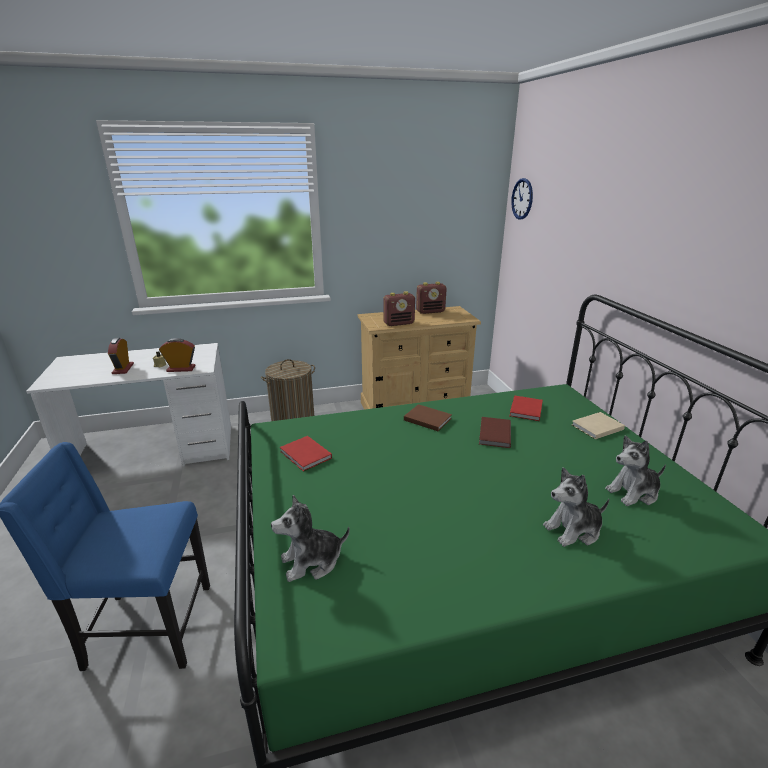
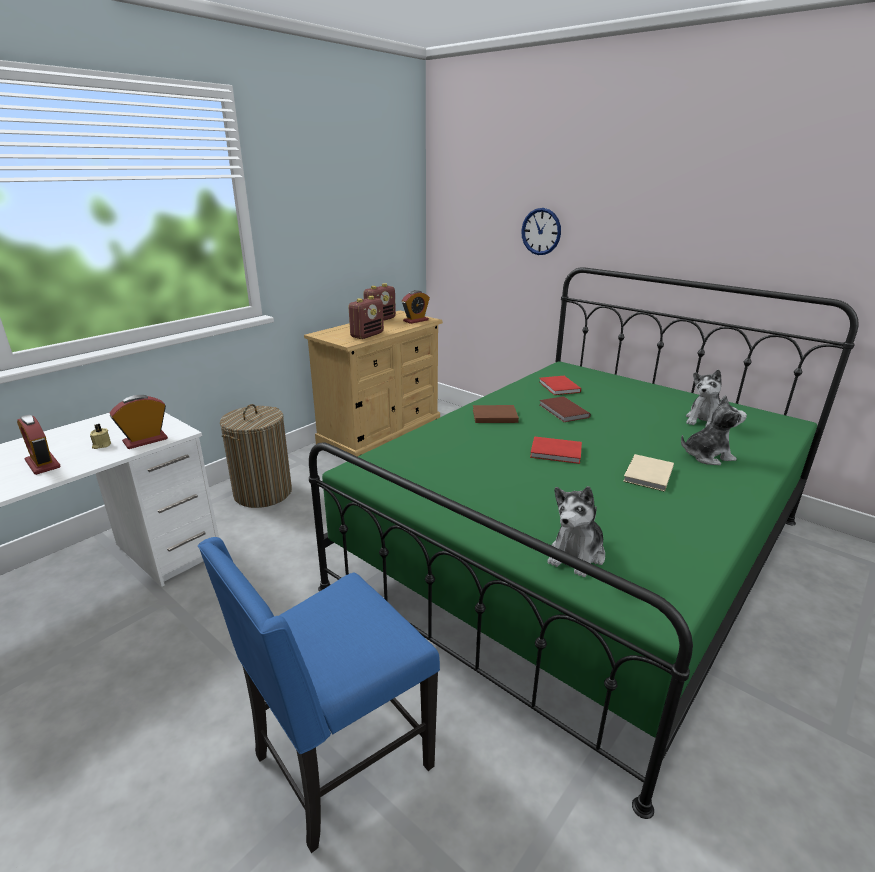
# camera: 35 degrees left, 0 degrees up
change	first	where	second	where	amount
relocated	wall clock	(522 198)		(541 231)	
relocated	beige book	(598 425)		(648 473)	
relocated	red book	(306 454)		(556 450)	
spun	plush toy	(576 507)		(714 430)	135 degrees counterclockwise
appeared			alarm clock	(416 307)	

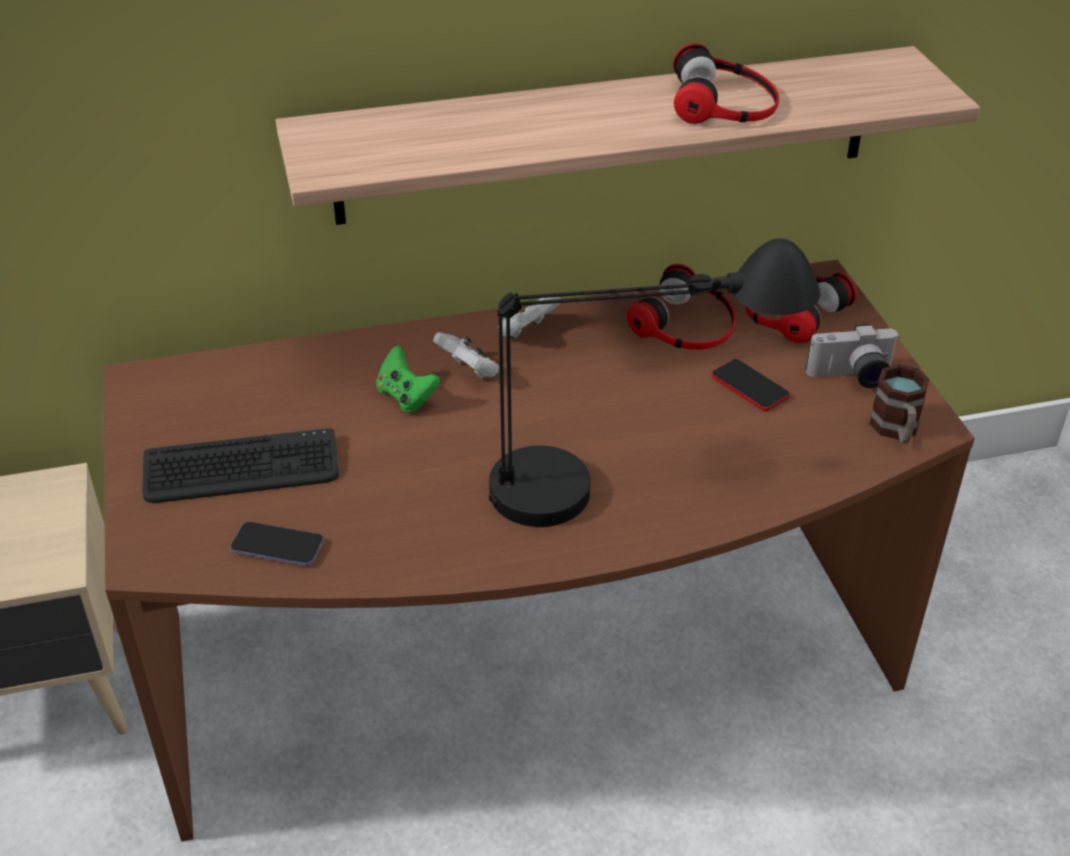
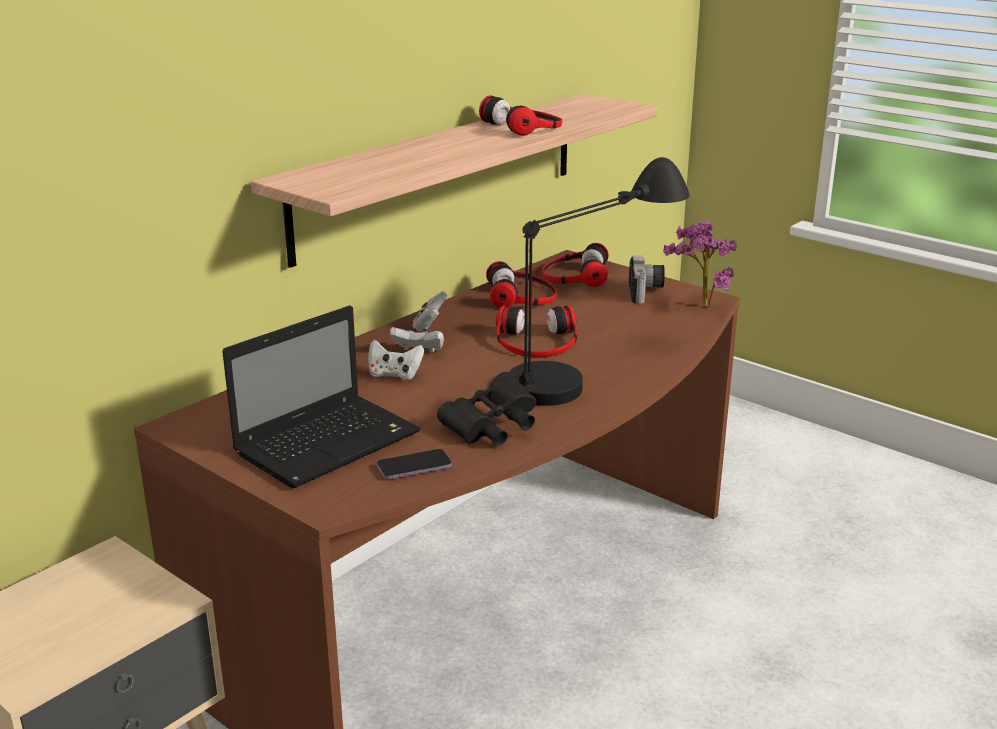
# camera: 35 degrees left, 15 degrees down
change	first	where	second	where	amount
spun	photo camera	(853 356)		(647 279)	45 degrees counterclockwise
colour	green game controller	(408 379)	white game controller	(396 360)	
missing	phone	(750 385)			
exchanged	mug	(899 404)	potted plant	(700 264)	
exchanged	keyboard	(240 465)	laptop	(321 396)	
appeared			headphones	(536 331)	
appeared			black binoculars	(486 409)	

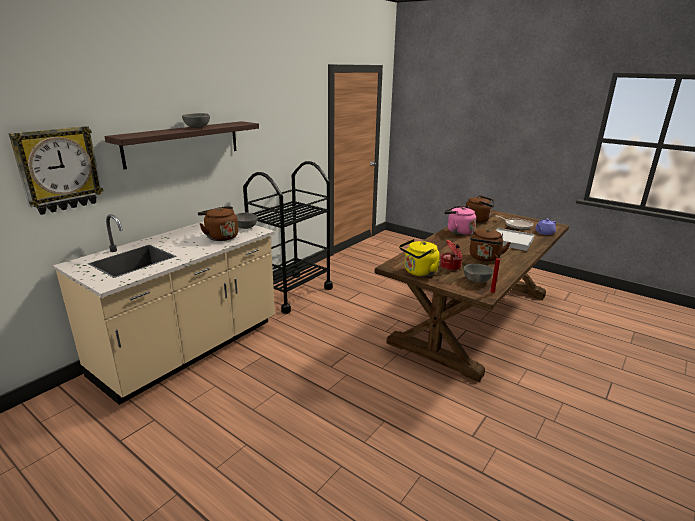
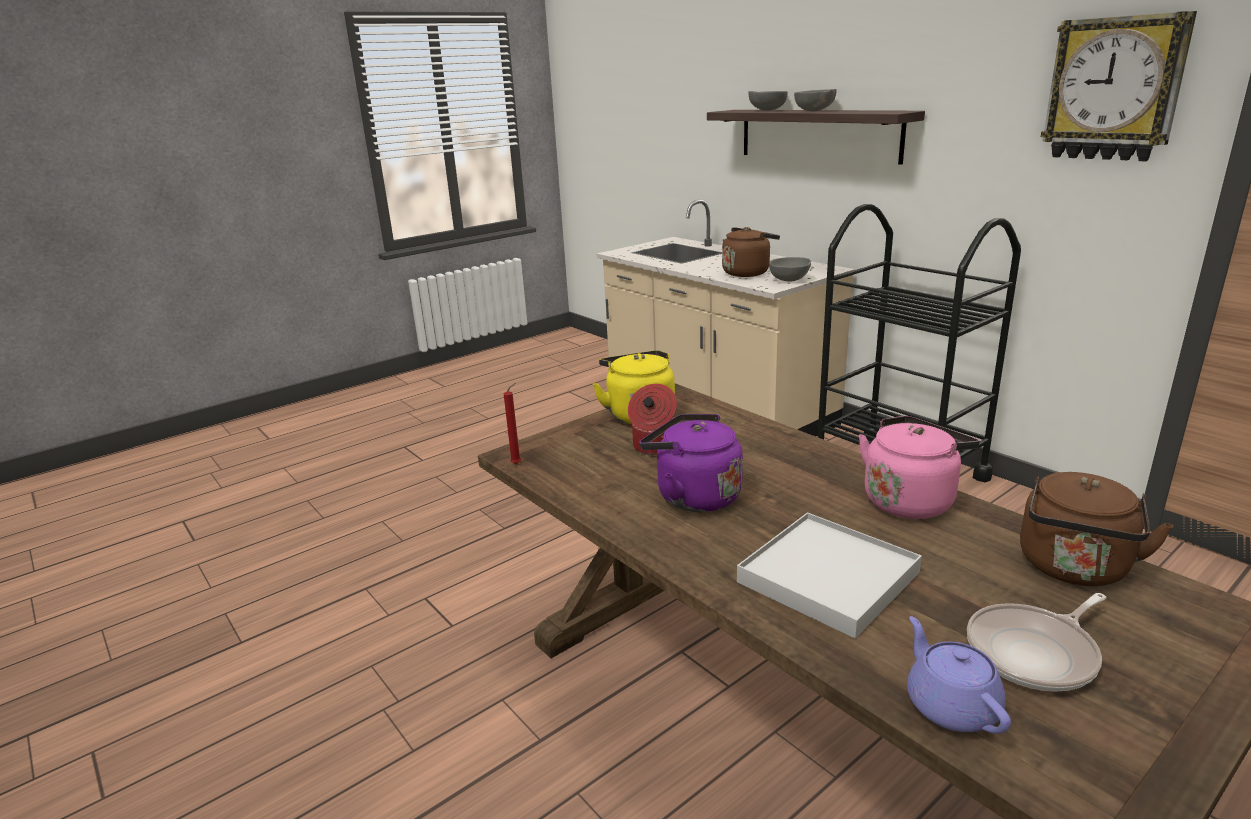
# camera: 105 degrees right, 0 degrees up
change	first	where	second	where	amount
relocated	wall clock	(56 170)		(1119 86)	
colour	brown kettle	(490 245)	purple kettle	(691 463)	
relocated	grey bowl	(478 273)		(768 101)	

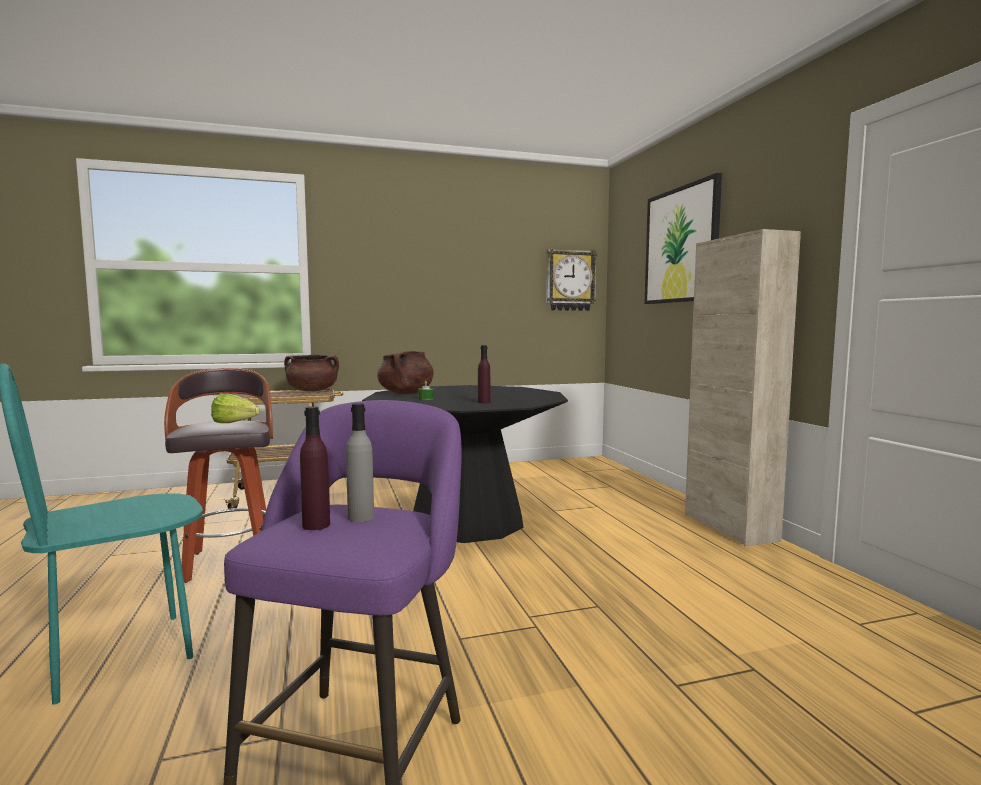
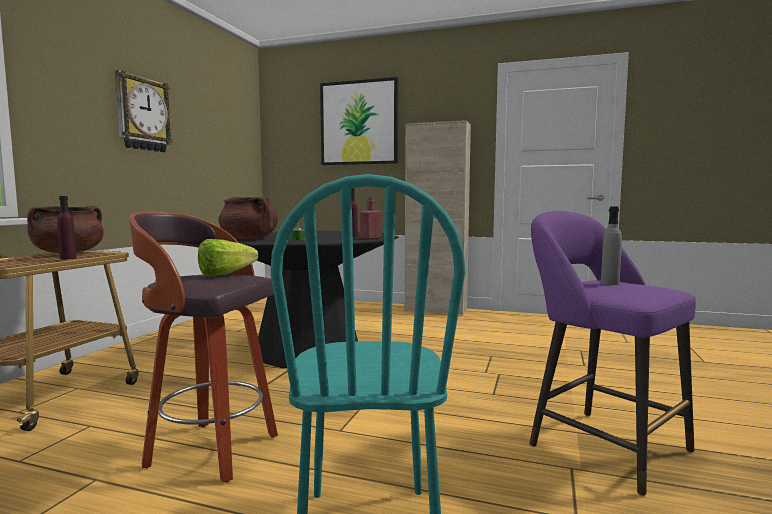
# camera: 55 degrees left, 0 degrees up
change	first	where	second	where	amount
relocated	wall clock	(571 280)		(144 111)	
relocated	purple bottle	(315 468)		(66 228)	
appeared			red bottle	(370 218)	

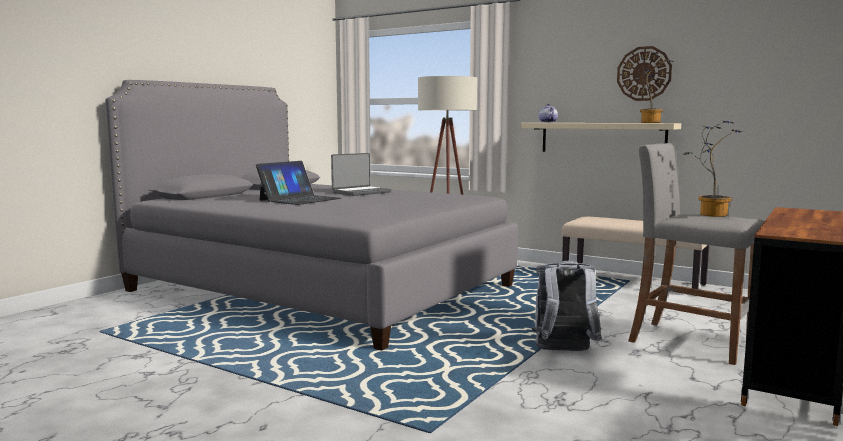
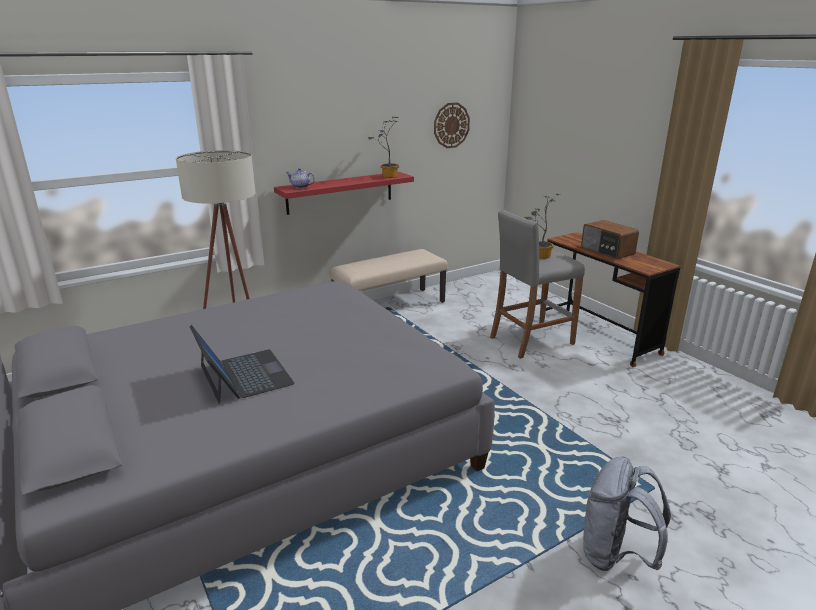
# camera: 65 degrees left, 15 degrees up
change	first	where	second	where	amount
relocated	wall clock	(644 73)		(452 125)	
colour	beige shelf	(601 137)	red shelf	(344 193)	
missing	laptop	(361 174)			
relocated	grey backpack	(567 306)		(627 513)	
appeared			radio	(610 239)	

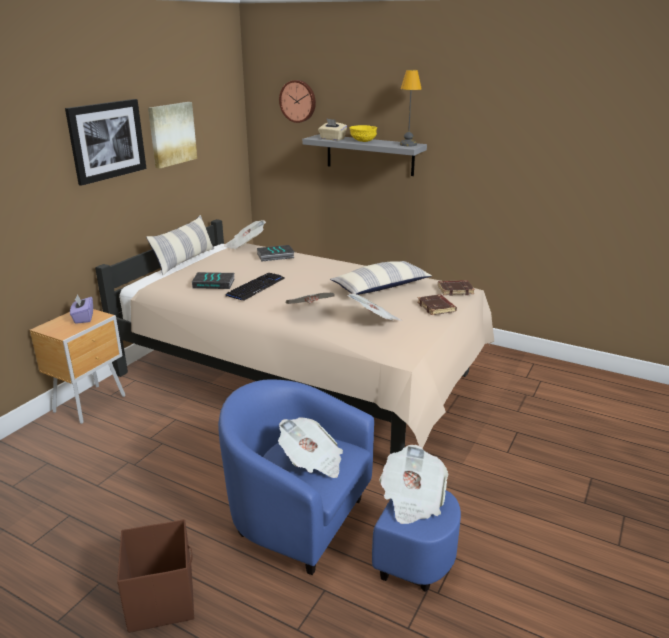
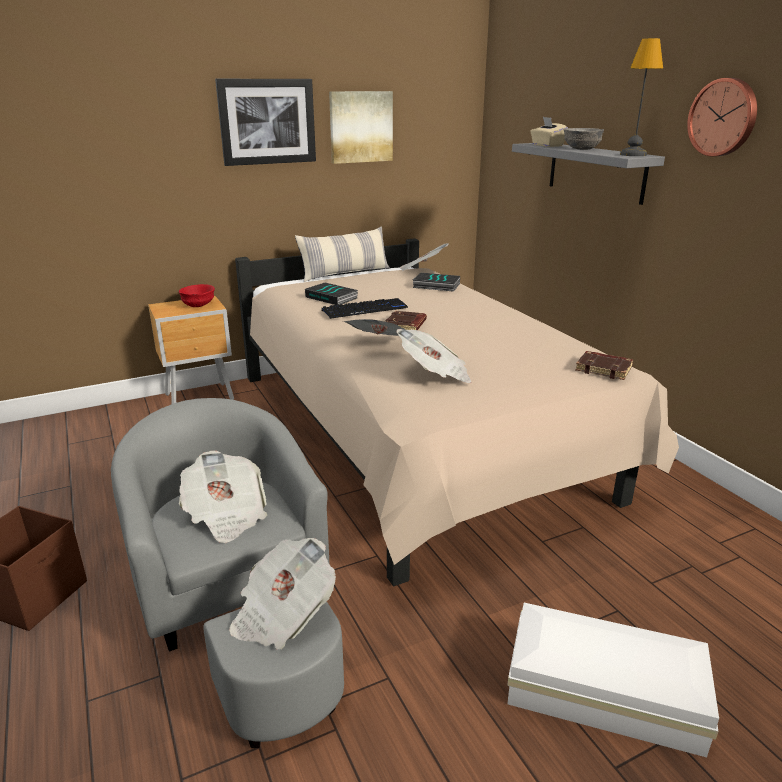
# camera: 35 degrees right, 0 degrees up
change	first	where	second	where	amount
relocated	wall clock	(297 101)		(722 117)	
colour	yellow bowl	(363 133)	grey bowl	(584 139)	
missing	pillow	(381 278)			
exchanged	purple tissue box	(81 309)	red bowl	(197 295)	
relocated	brown book	(437 304)		(406 320)	
colour	blue armchair	(339 485)	grey armchair	(227 573)	
appeared			white storage box	(613 680)	

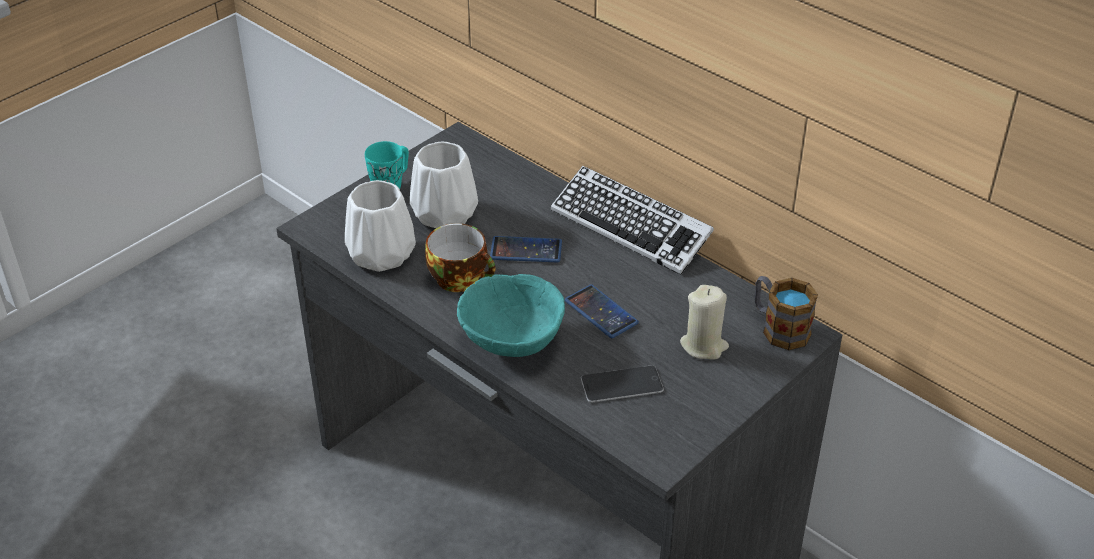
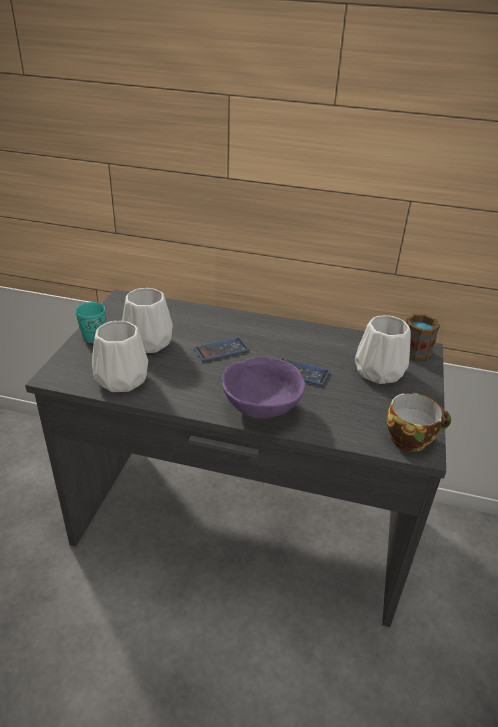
# camera: 30 degrees left, 5 degrees down
change	first	where	second	where	amount
missing	keyboard	(632 220)			
relocated	cup	(460 257)		(418 422)	
colour	turquoise bowl	(511 315)	purple bowl	(264 387)	
exchanged	beige candle	(704 322)	white vase	(383 349)	
missing	phone	(622 384)			

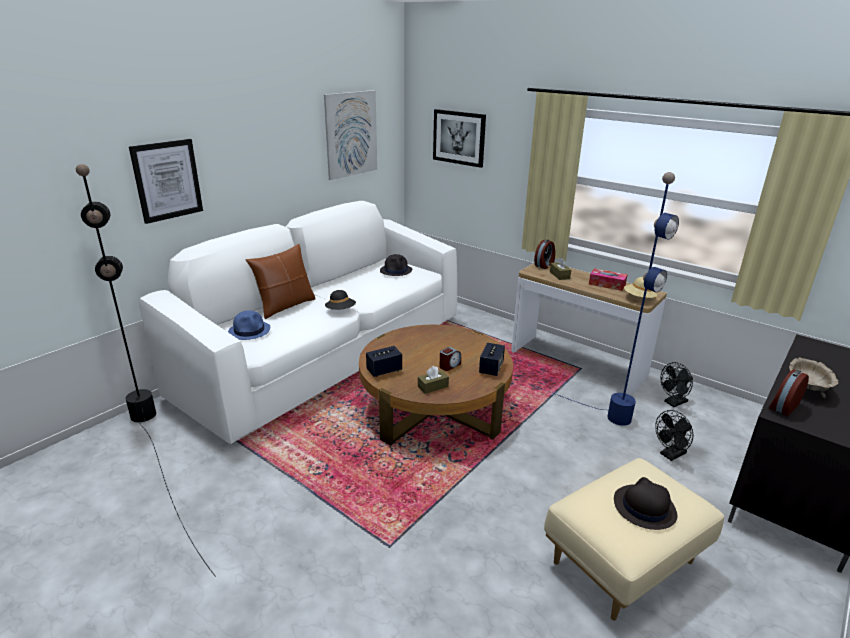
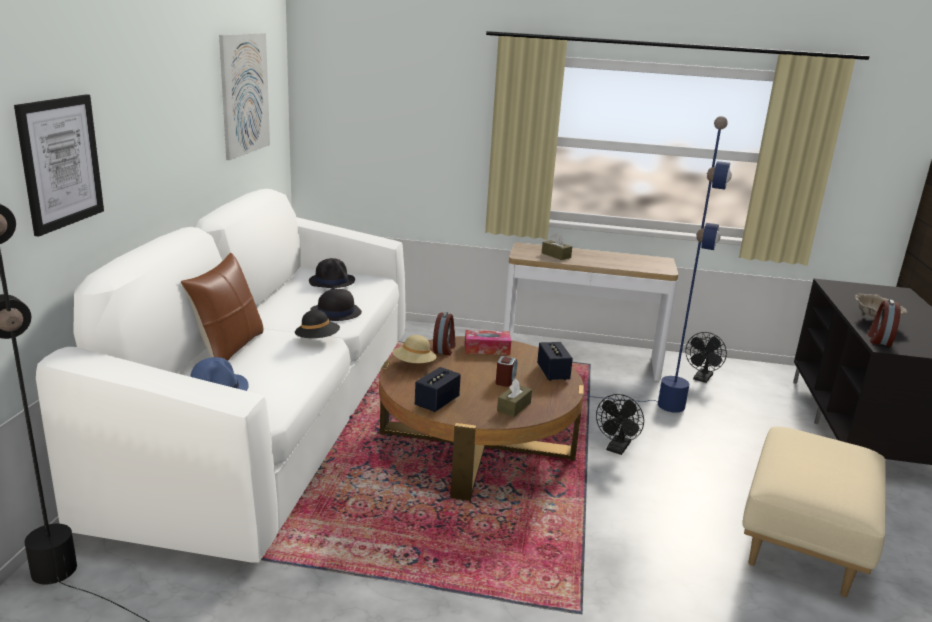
# camera: 30 degrees left, 5 degrees down
change	first	where	second	where	amount
missing	picture	(459 138)			
relocated	alarm clock	(544 254)		(444 333)	
relocated	tissue box	(608 279)		(488 342)	
relocated	beige hat	(640 288)		(415 349)	
relocated	black fan	(674 435)		(620 424)	
relocated	black hat	(646 503)		(336 304)	

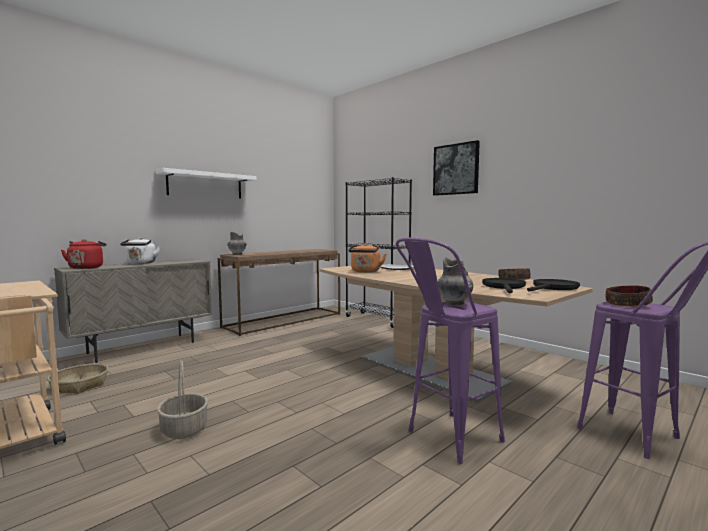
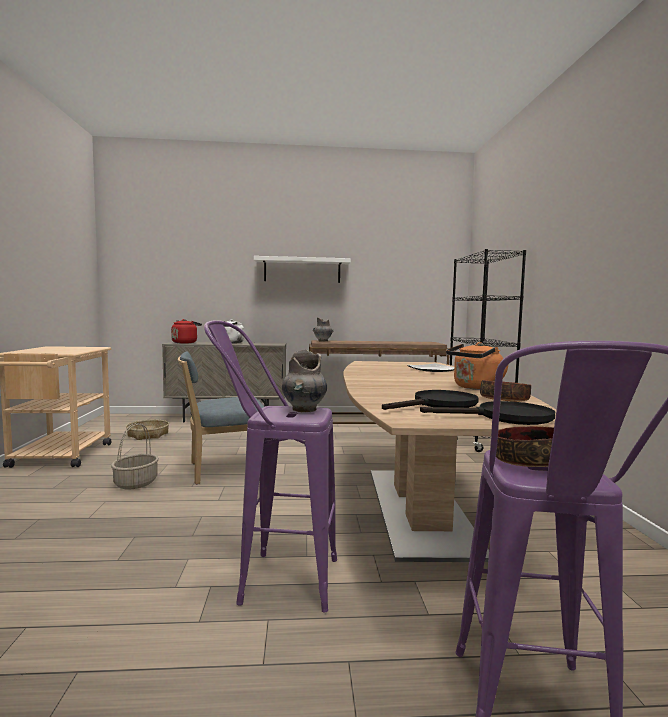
# camera: 40 degrees right, 0 degrees up
change	first	where	second	where	amount
missing	picture	(456 168)			
relocated	orange kettle	(367 258)		(477 366)	
appeared			blue chair	(221 417)	

